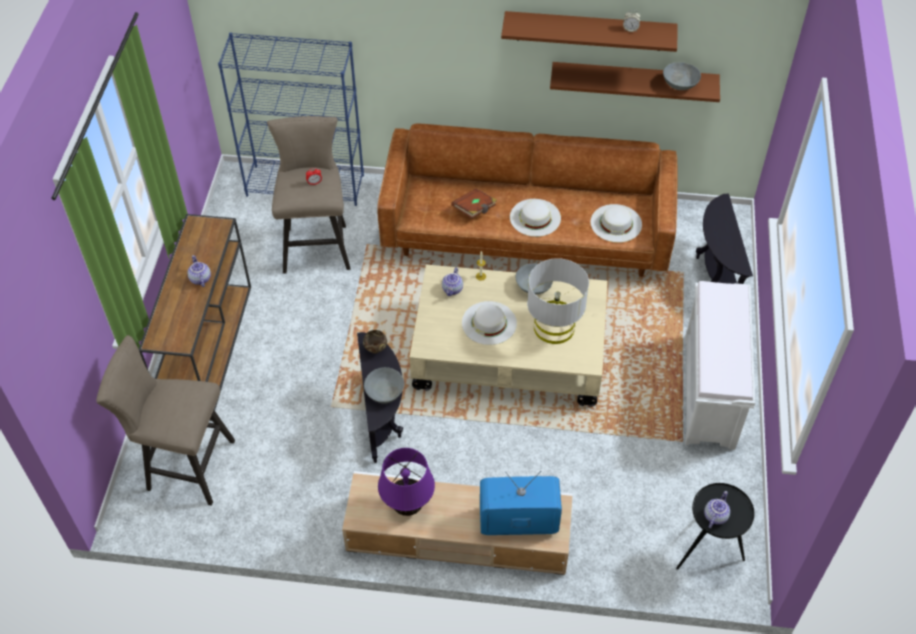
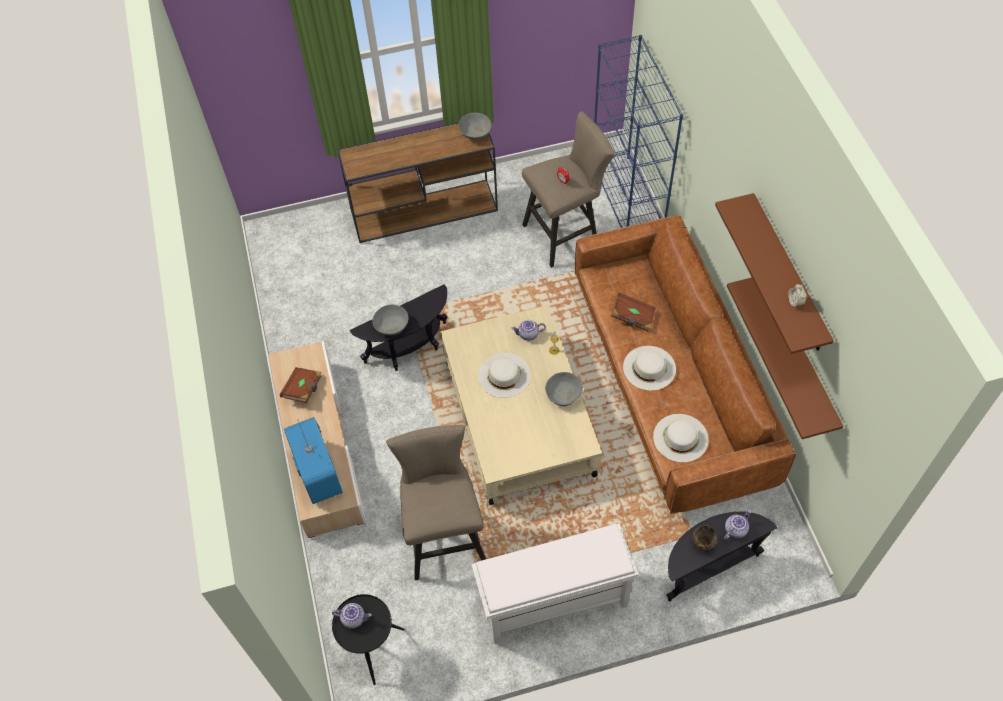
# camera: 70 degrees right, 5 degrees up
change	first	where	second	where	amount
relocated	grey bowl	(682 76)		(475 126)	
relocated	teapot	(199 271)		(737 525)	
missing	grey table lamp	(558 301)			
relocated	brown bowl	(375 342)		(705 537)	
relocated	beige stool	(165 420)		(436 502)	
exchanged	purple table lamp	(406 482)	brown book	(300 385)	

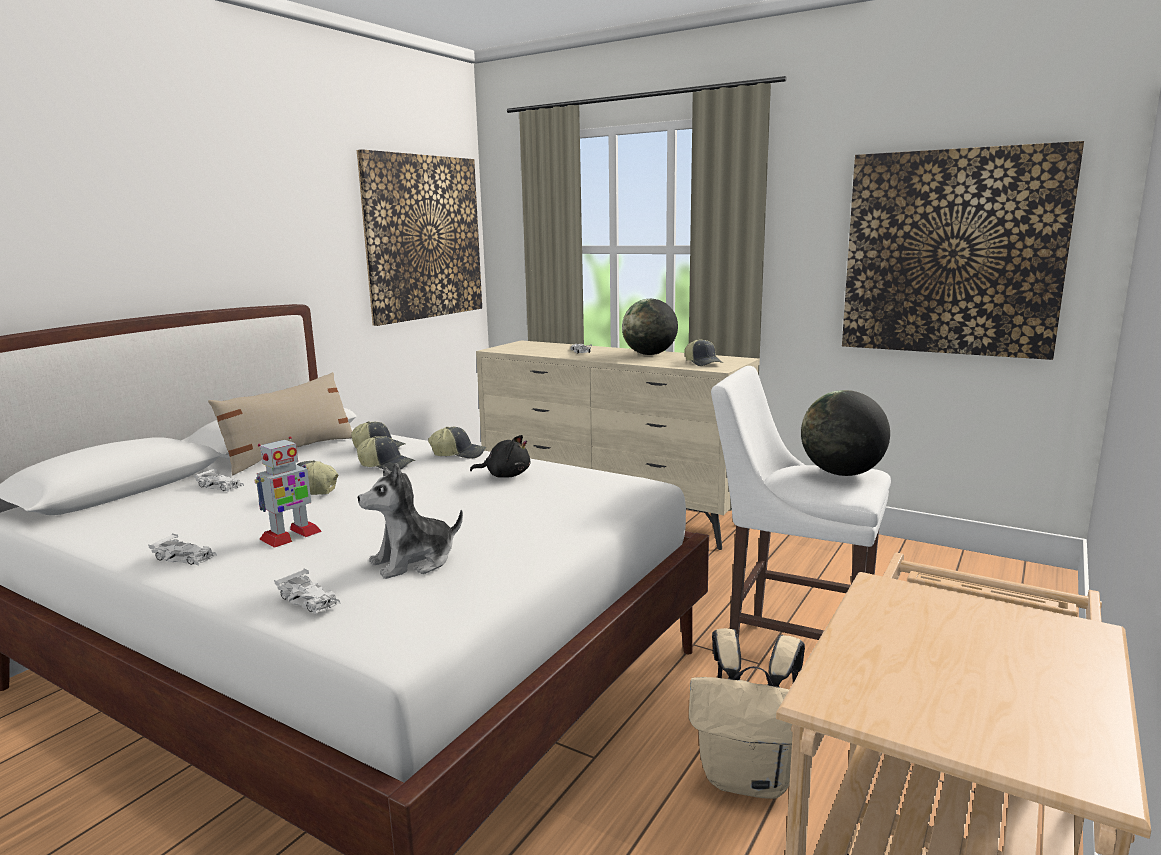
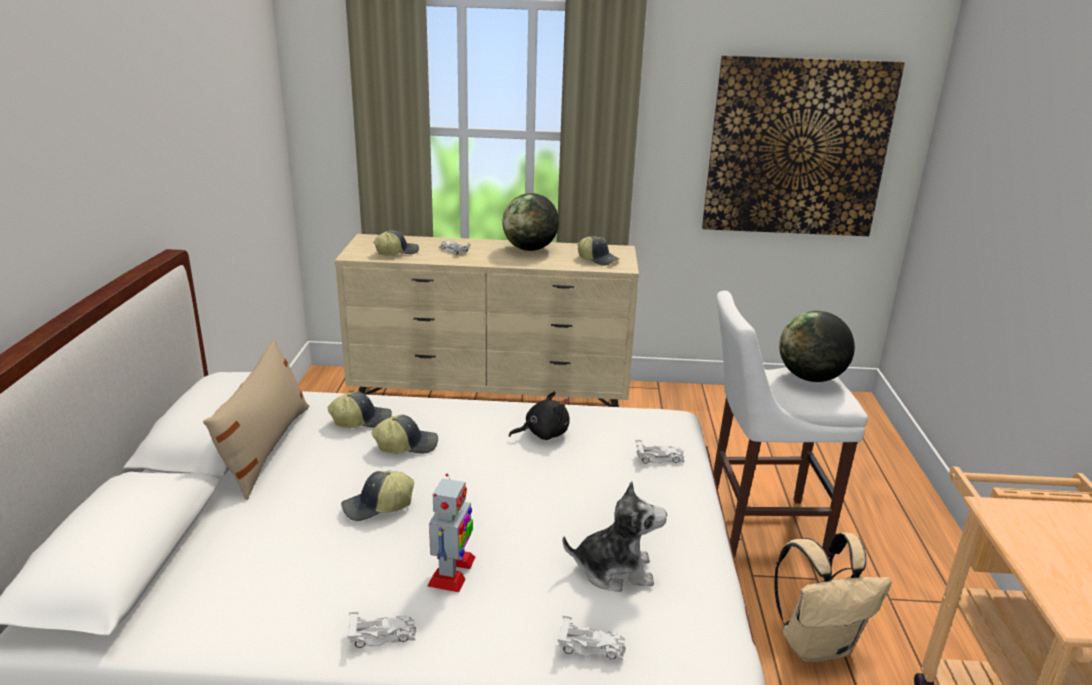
# camera: 30 degrees left, 10 degrees up
change	first	where	second	where	amount
missing	picture	(419 237)			
relocated	cap	(457 442)		(396 242)	
spun	plush toy	(410 521)		(615 537)	120 degrees counterclockwise
relocated	white toy car	(218 480)		(660 451)	

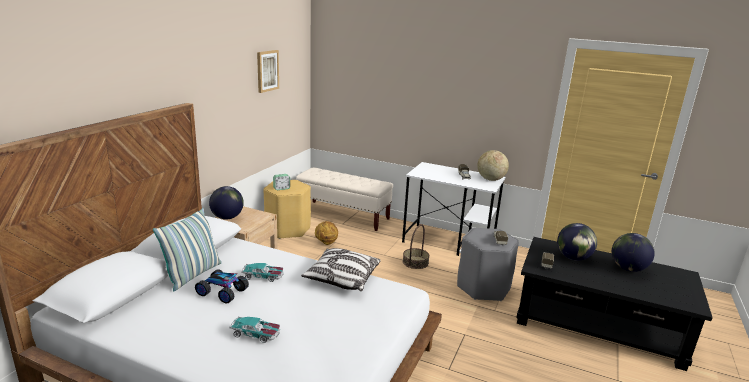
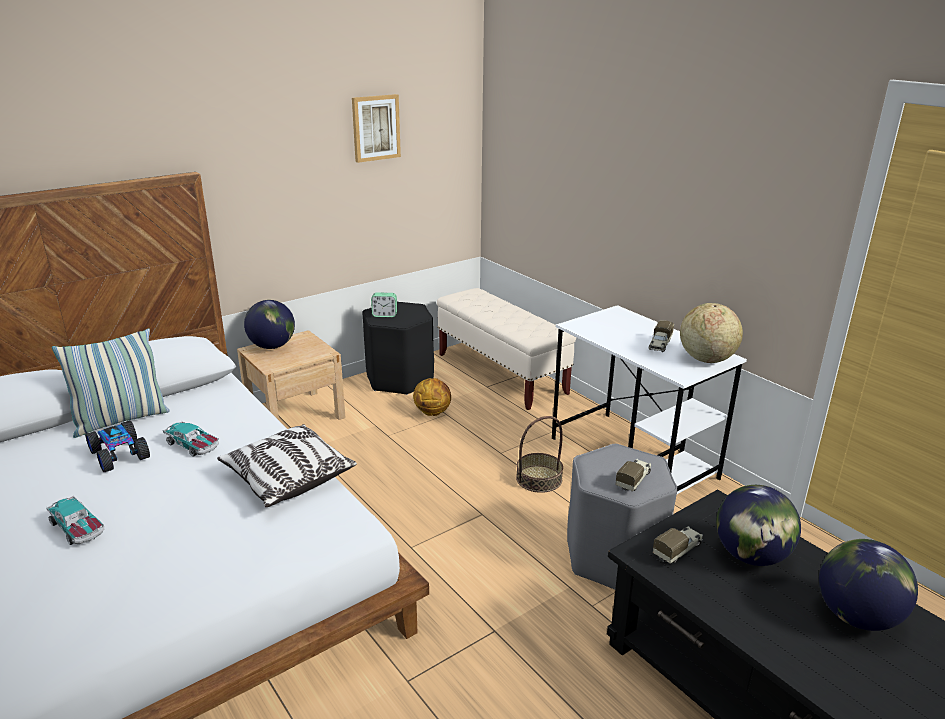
# camera: 30 degrees right, 5 degrees up
change	first	where	second	where	amount
colour	yellow stool	(287 209)	black stool	(398 348)	

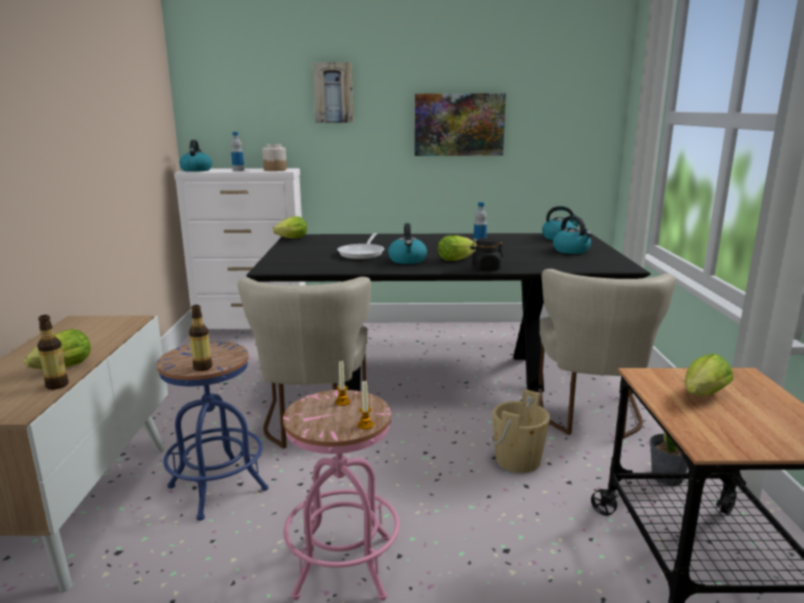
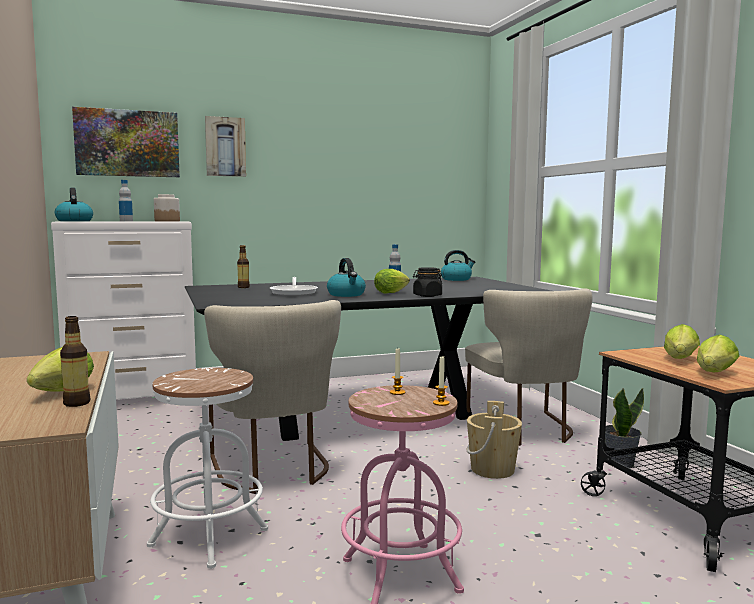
# camera: 20 degrees left, 10 degrees down
change	first	where	second	where	amount
relocated	picture	(460 124)		(126 142)	
missing	kettle	(572 235)			
relocated	lettuce	(290 227)		(718 353)	
relocated	bottle	(200 338)		(243 266)	
colour	blue stool	(212 431)	white stool	(207 468)	

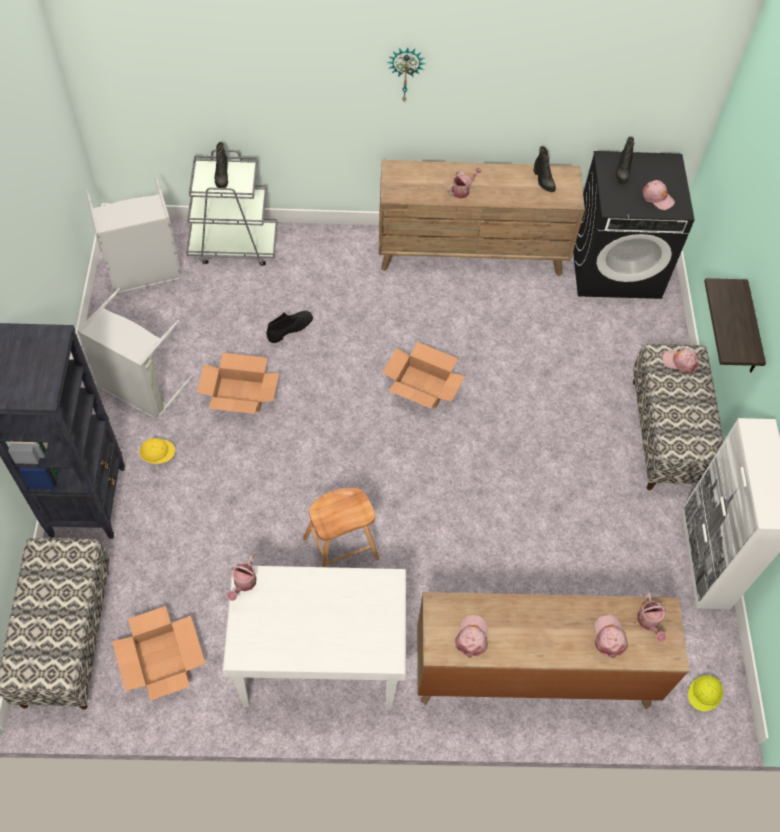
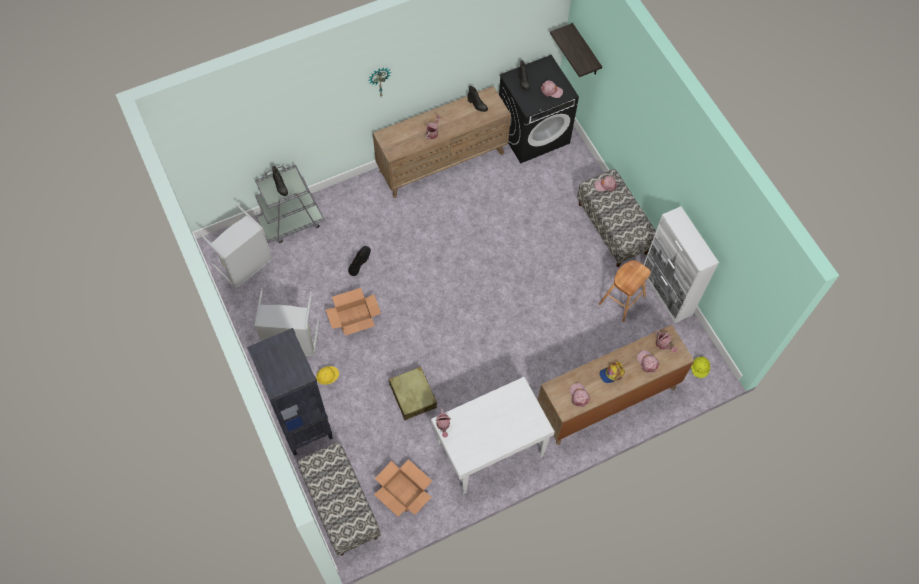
# camera: 25 degrees left, 5 degrees up
change	first	where	second	where	amount
relocated	shelf	(735 325)		(576 50)	
missing	cardboard box	(423 375)			
relocated	brown stool	(341 527)		(625 291)	
appeared			cap	(612 372)	
appeared			beige suitcase	(413 393)	

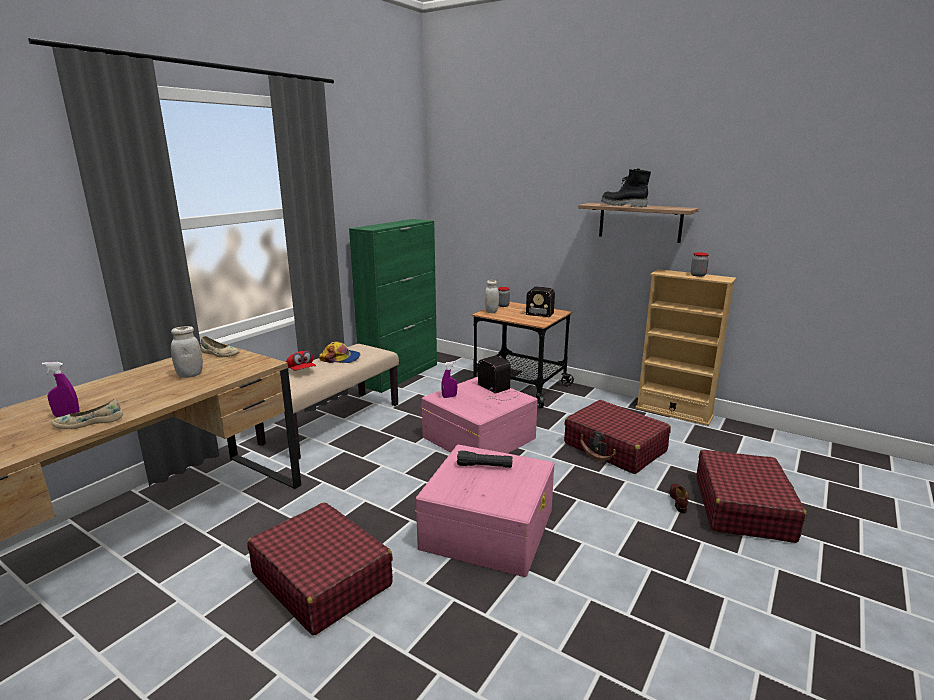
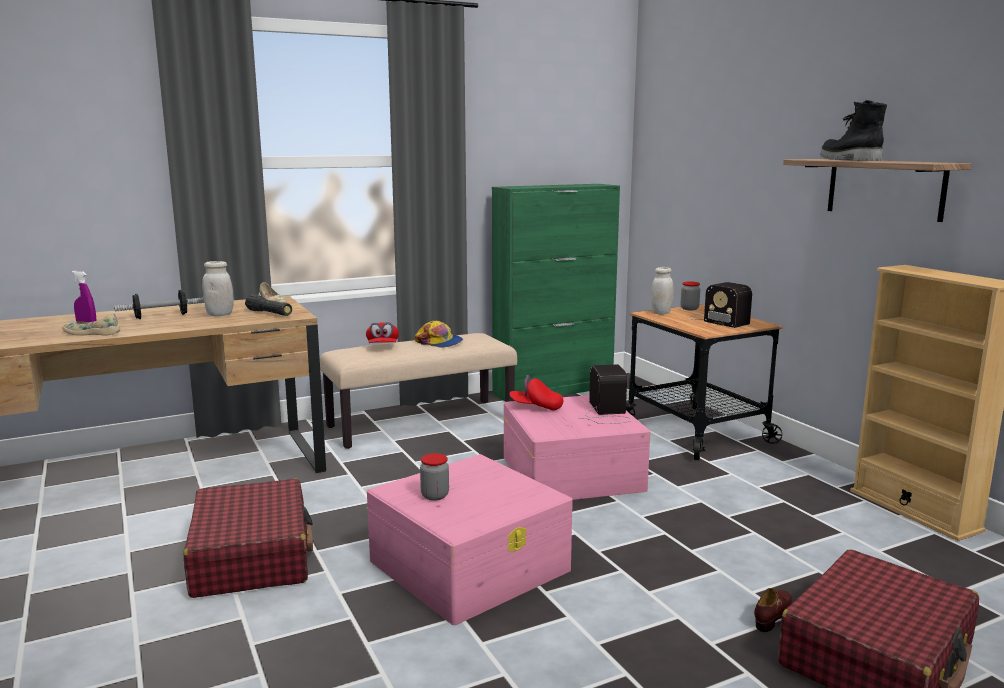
# camera: 30 degrees right, 5 degrees down
change	first	where	second	where	amount
relocated	jar	(700 264)		(434 477)	
exchanged	purple spray bottle	(449 379)	red cap	(536 393)	
missing	red suitcase	(617 437)			
relocated	black flashlight	(485 459)		(268 305)	
appeared			dumbbell	(159 304)	

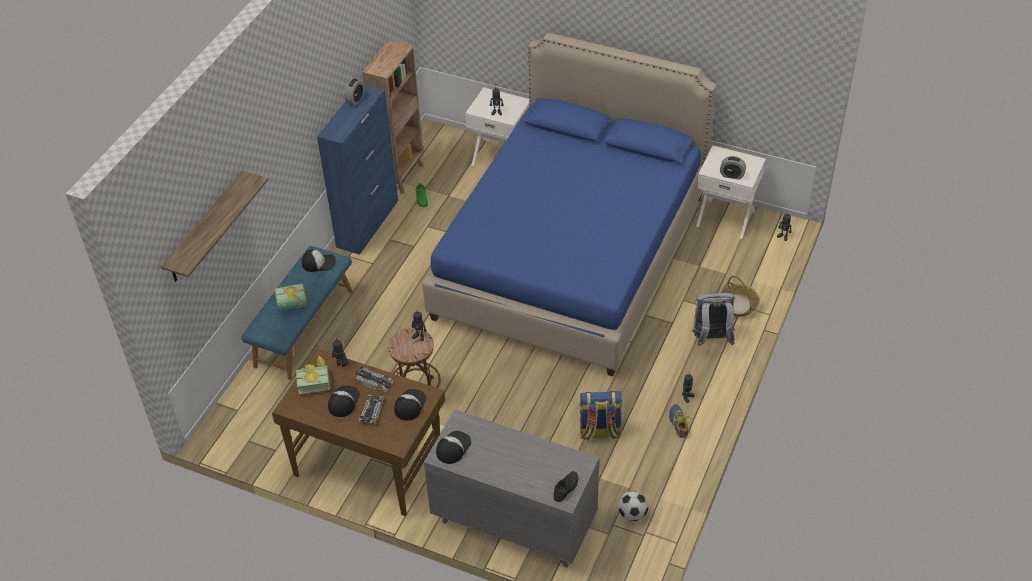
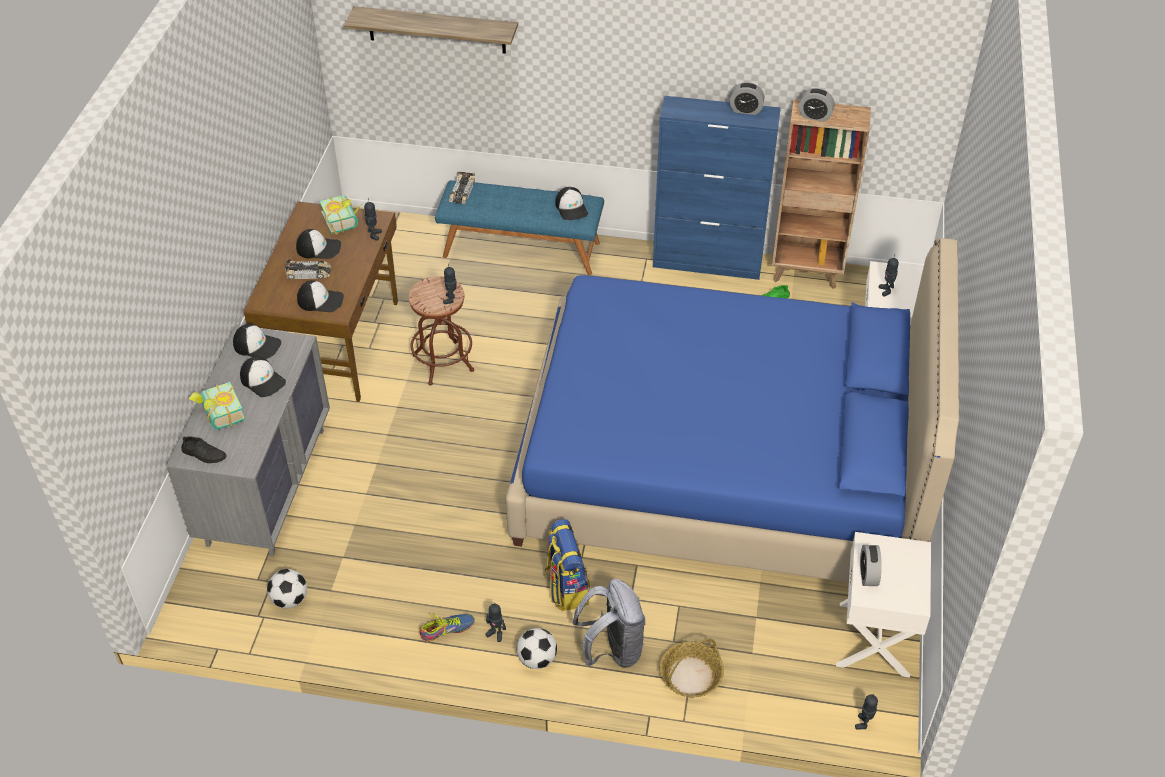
# camera: 75 degrees right, 0 degrees up
change	first	where	second	where	amount
relocated	book	(291 297)		(217 406)	
relocated	toy car	(374 378)		(462 187)	
relocated	backpack	(600 416)		(567 565)	
appeared			alarm clock	(817 105)	
appeared			cap	(263 376)	
appeared			football	(537 648)	

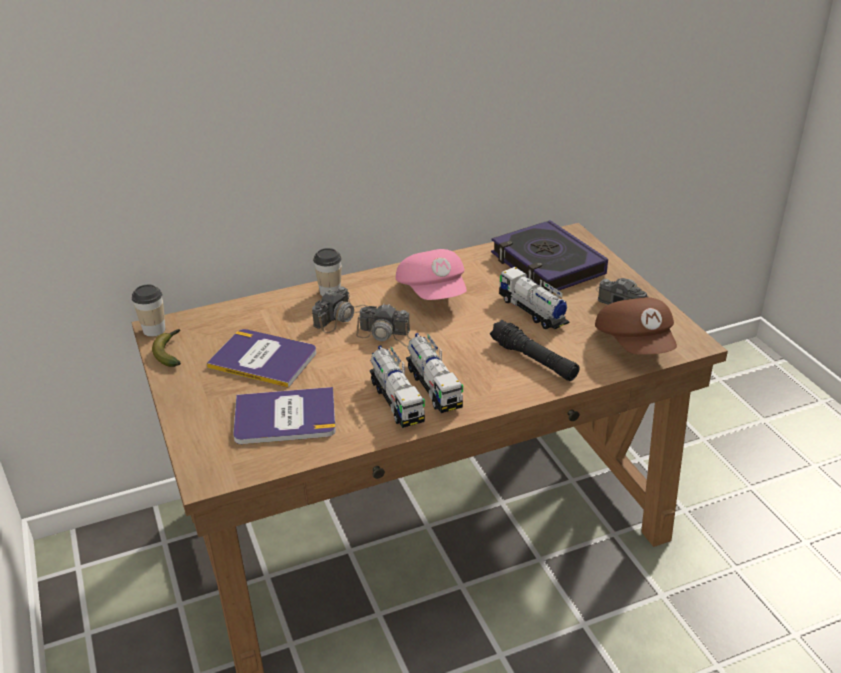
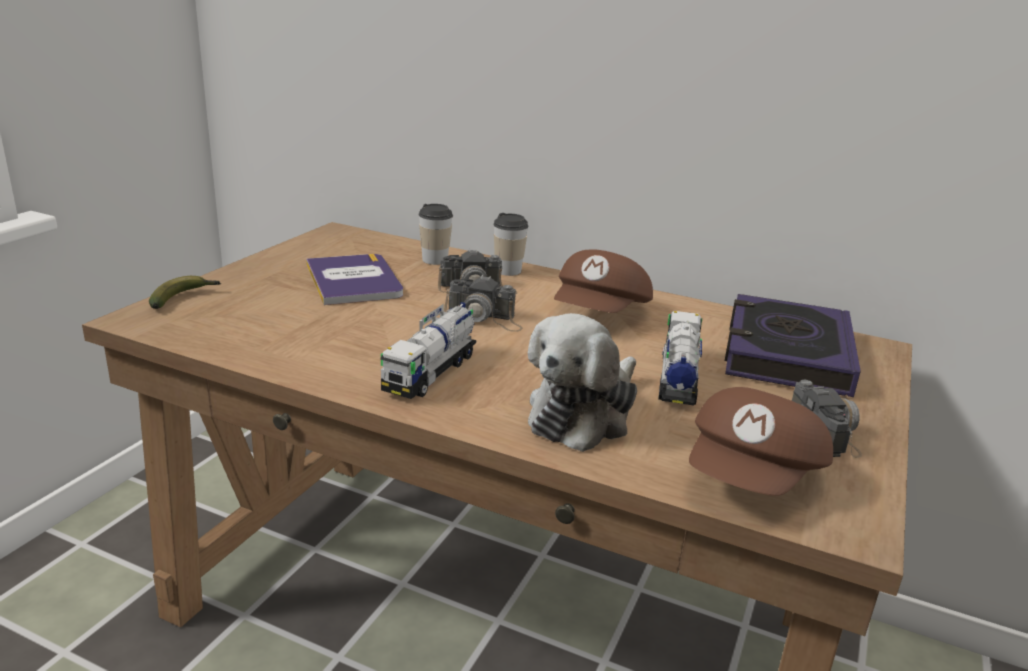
# camera: 45 degrees right, 10 degrees down
change	first	where	second	where	amount
colour	pink cap	(431 274)	brown cap	(603 281)	
relocated	cup	(149 311)		(435 234)	
spun	photo camera	(384 325)		(483 303)	45 degrees counterclockwise
exchanged	black flashlight	(534 350)	plush toy	(582 382)	
relocated	banana	(166 348)		(185 292)	
missing	toy truck	(397 387)			
missing	book	(284 415)			

